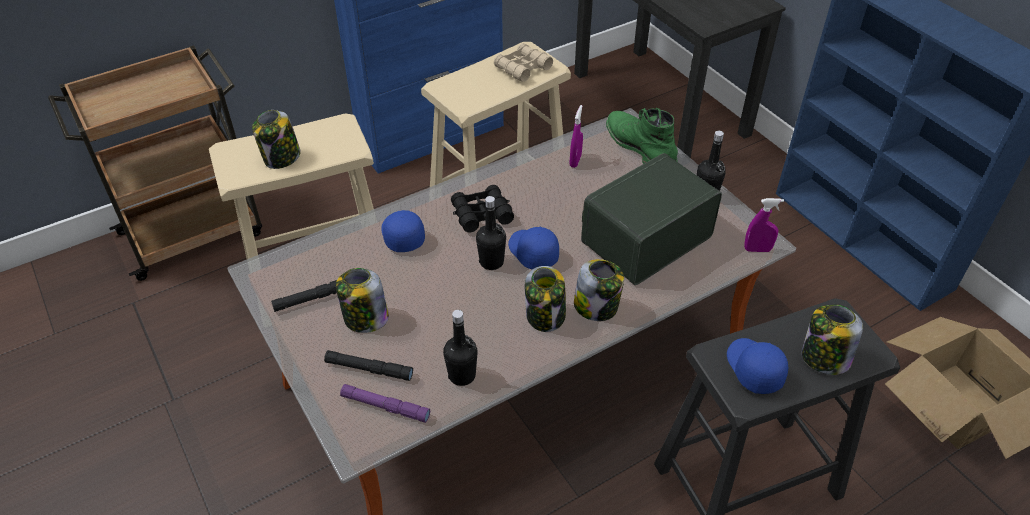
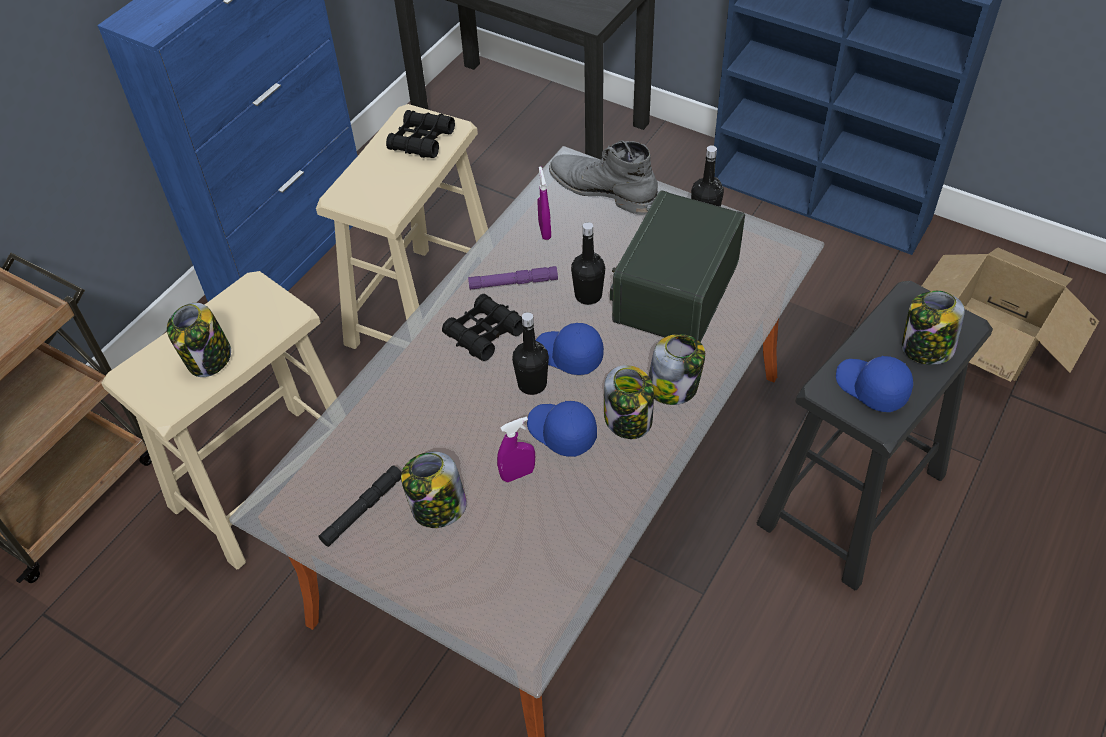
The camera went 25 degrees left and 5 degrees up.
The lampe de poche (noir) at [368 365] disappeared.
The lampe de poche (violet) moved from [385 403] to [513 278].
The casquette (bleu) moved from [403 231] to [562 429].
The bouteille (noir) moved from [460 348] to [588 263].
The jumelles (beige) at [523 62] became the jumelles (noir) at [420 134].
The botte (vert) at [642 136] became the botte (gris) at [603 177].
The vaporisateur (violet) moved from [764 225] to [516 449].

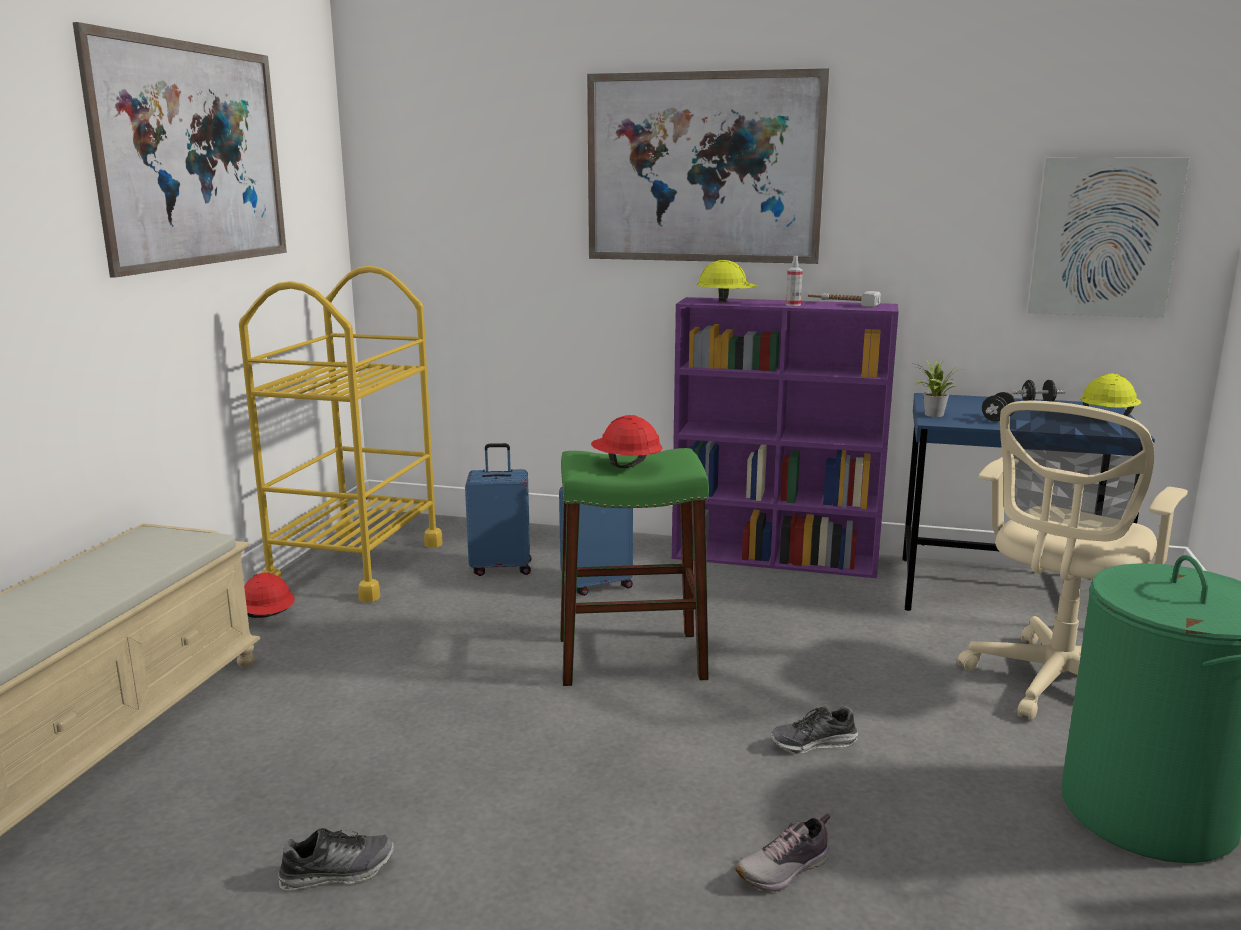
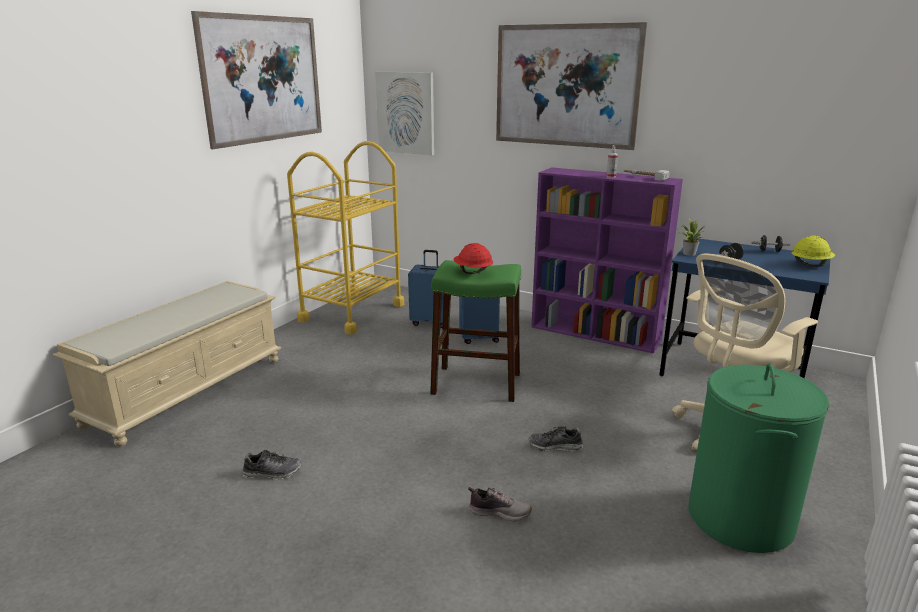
The camera went 15 degrees right and 5 degrees up.
The casque de chantier (rouge) at [269 595] disappeared.
The casque de chantier (jaune) at [727 281] disappeared.
The chaussure at [783 852] turned 150 degrees counterclockwise.
The tableau moved from [1108 238] to [404 113].

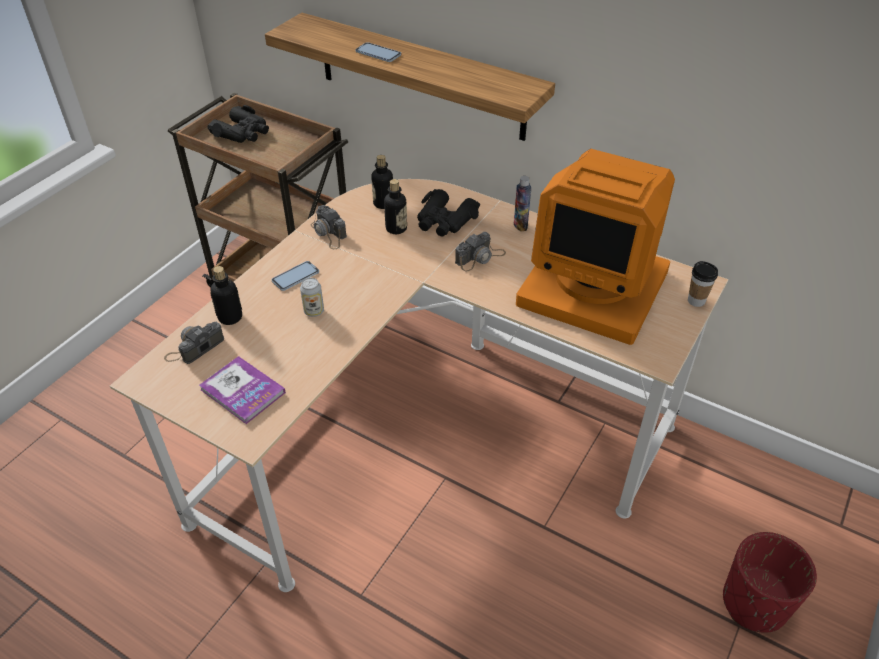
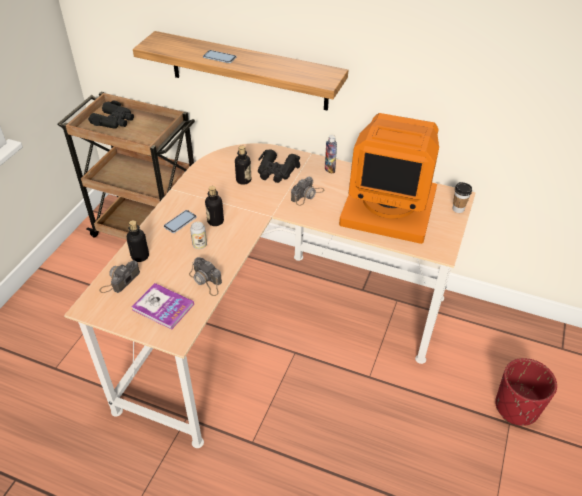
The camera went 10 degrees left and 0 degrees up.
The appareil photo moved from [329 227] to [205 276].
The bouteille moved from [382 182] to [214 206].

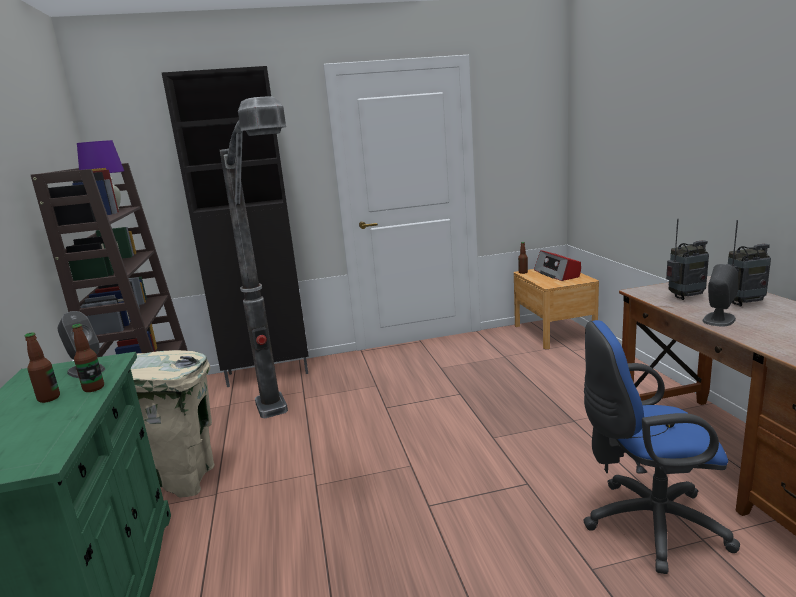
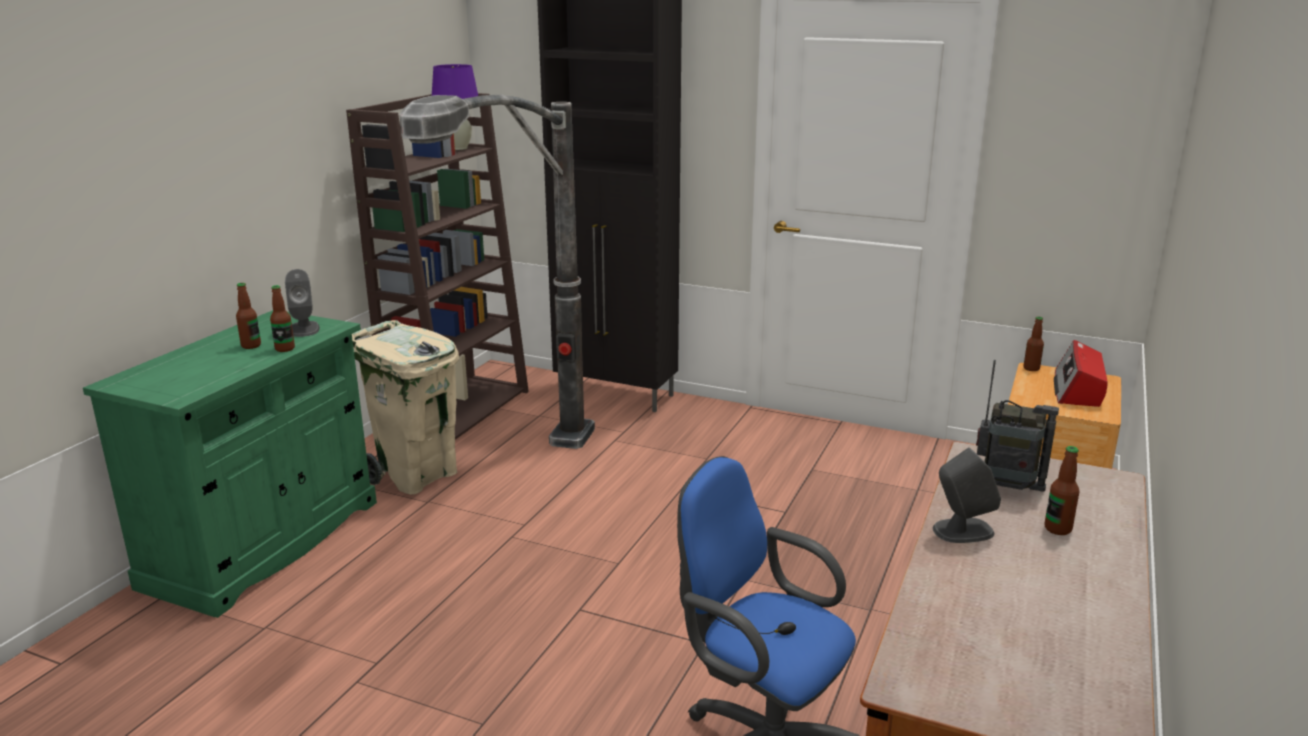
The camera went 35 degrees right and 5 degrees up.
The radio at [749 263] was replaced by the bouteille at [1062 490].

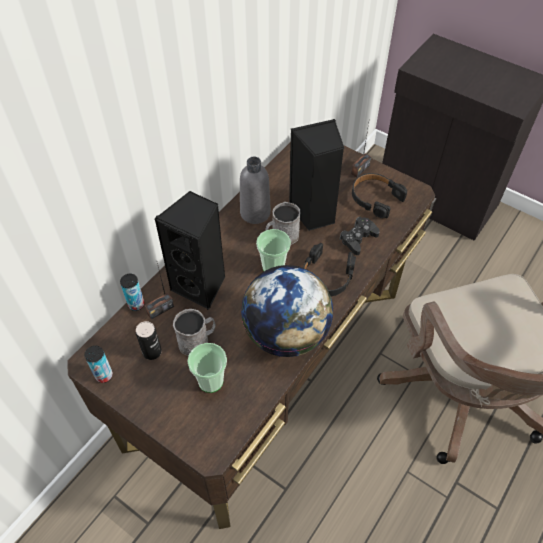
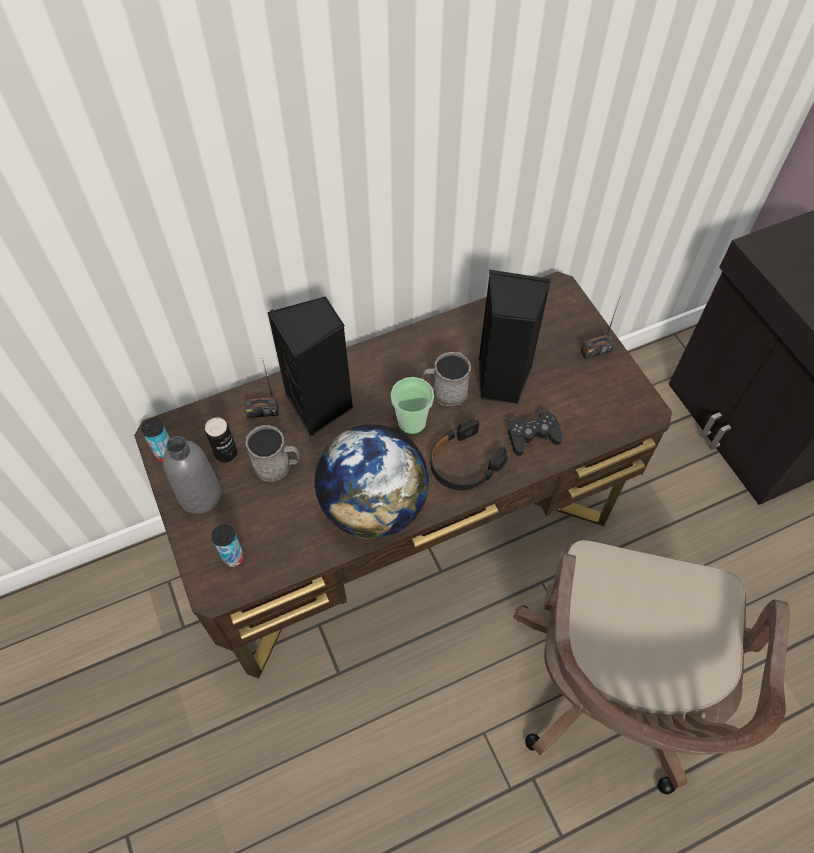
The camera went 30 degrees right and 5 degrees up.
The boîte métallique moved from [132 292] to [228 545].
The tasse at [207 368] disappeared.
The bouteille (gris) moved from [255 190] to [192 475].
The casque audio (noir) at [379 195] disappeared.

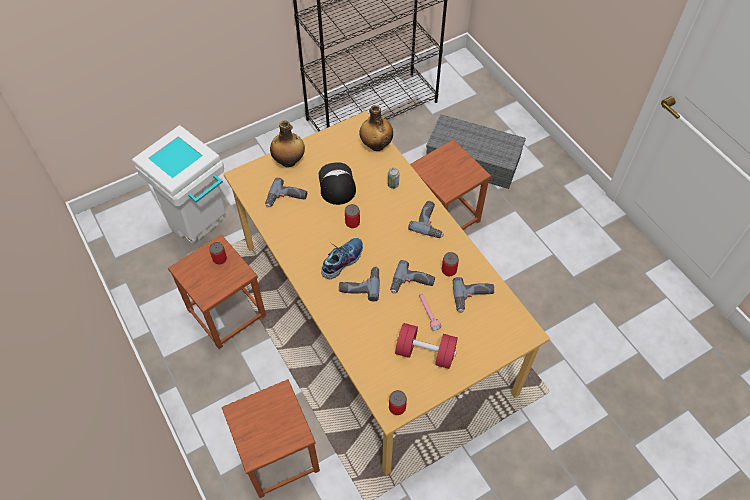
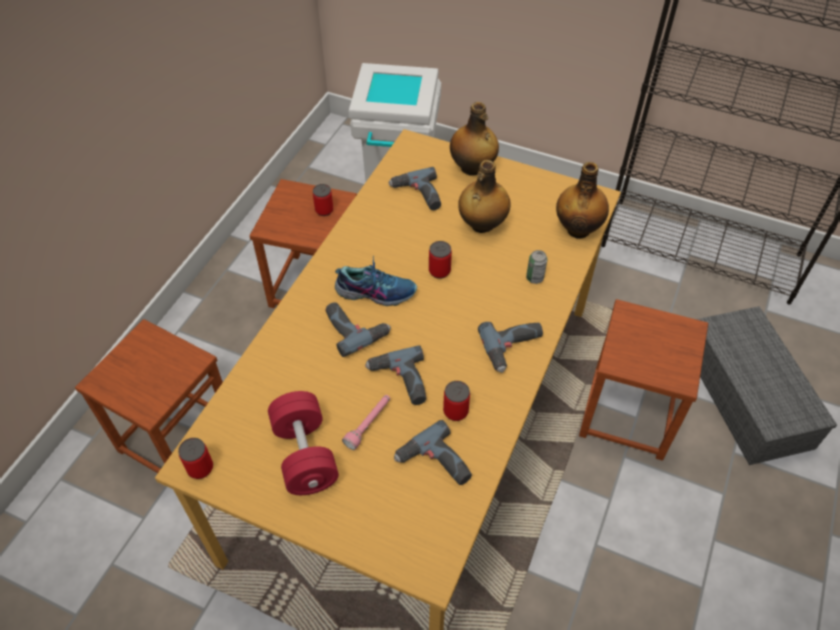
The camera went 55 degrees right and 5 degrees down.
The casquette at [337 183] was replaced by the bouteille at [484 196].

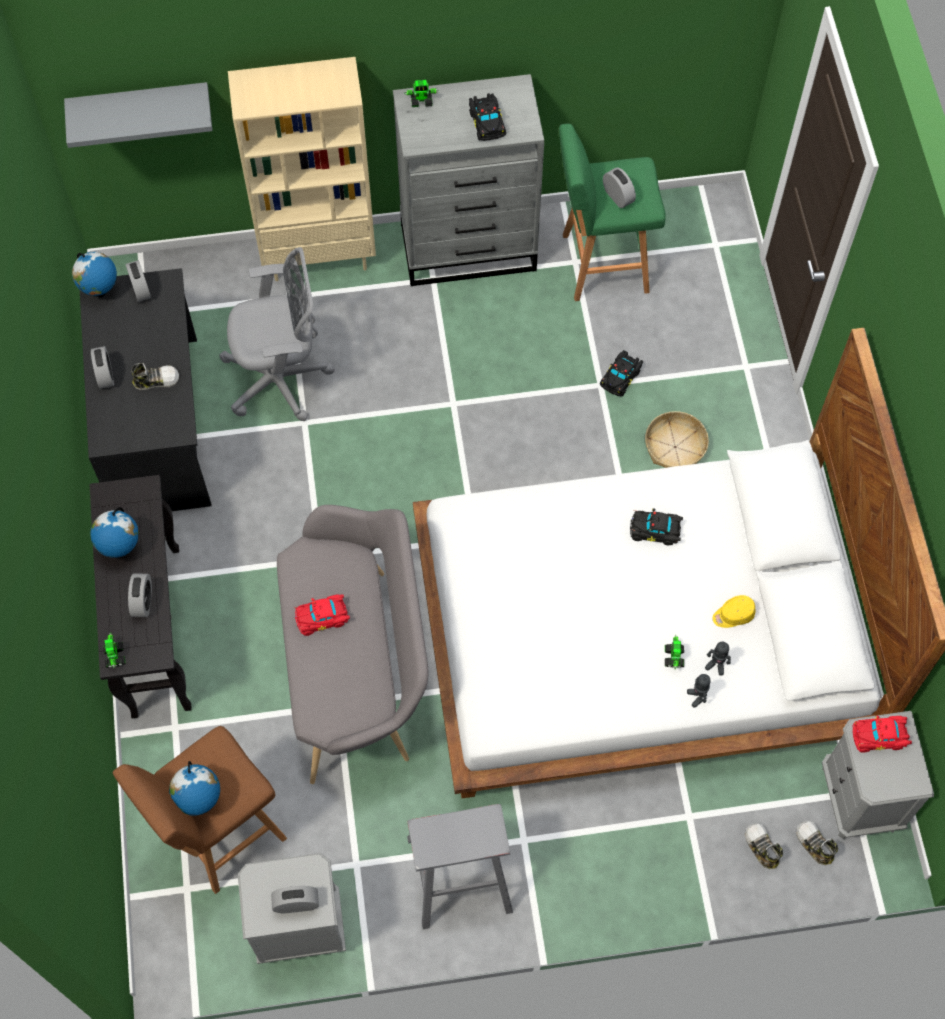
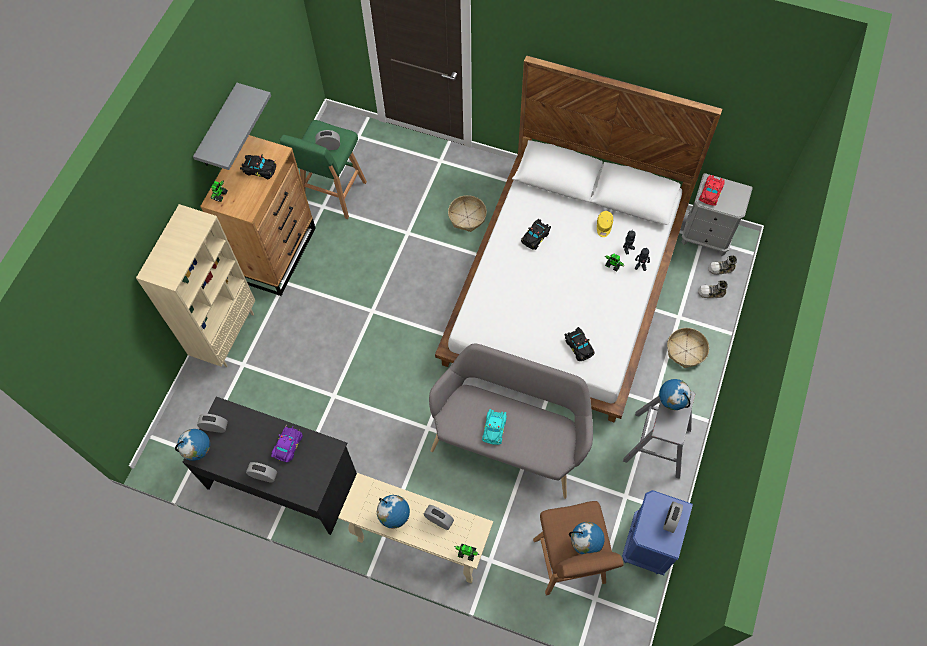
The camera went 60 degrees left and 0 degrees up.
The étagère (gris) moved from [138 115] to [232 126].
The table console (noir) at [141 596] became the table console (beige) at [415 528].
The chaussure at [155 376] was replaced by the petite voiture (violet) at [287 444].
The chaise de bureau (gris) at [277 334] disappeared.
The table de chevet (gris) at [292 908] became the table de chevet (bleu) at [657 533].
The petite voiture (rouge) at [322 615] became the petite voiture (turquoise) at [494 427].
The commode (gris) at [468 180] became the commode (marron) at [258 215].
The petite voiture (noir) moved from [621 373] to [579 344].
The globe at [675 394] appeared.
The panier at [688 348] appeared.

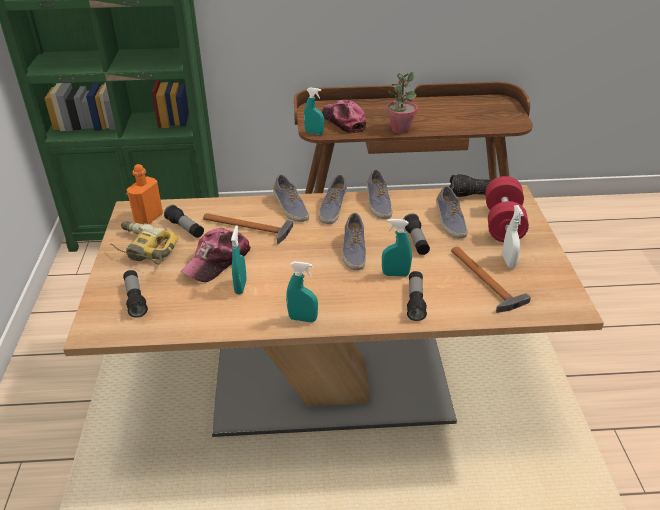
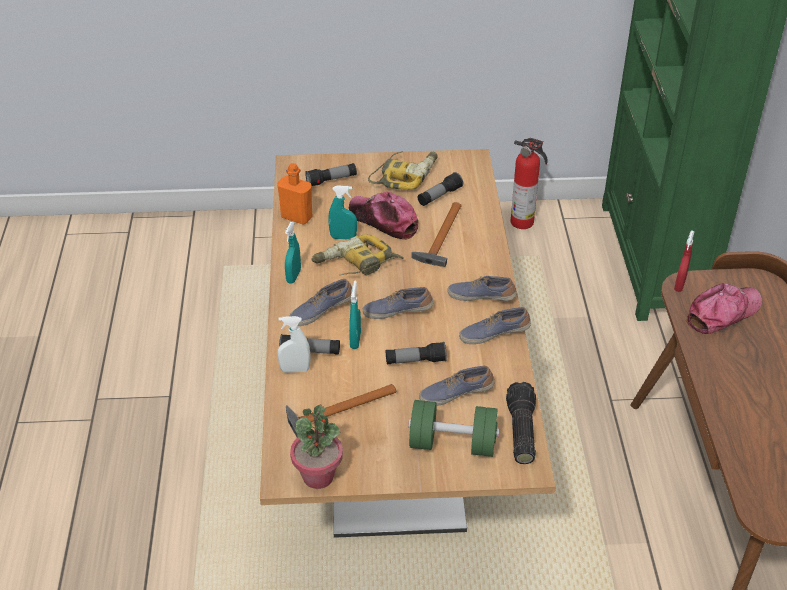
The camera went 90 degrees right and 5 degrees up.
The bouteille (orange) moved from [145 194] to [294 194].
The chaussure moved from [291 198] to [321 302].
The vaporisateur (turquoise) at [314 111] became the vaporisateur (rouge) at [684 261].
The plante en pot moved from [402 103] to [316 446].
The haltère (rouge) at [507 209] became the haltère (vert) at [453 428].
The vaporisateur (blanc) moved from [513 236] to [293 344].
The perceuse at [357 255] appeared.
The extincteur at [529 183] appeared.

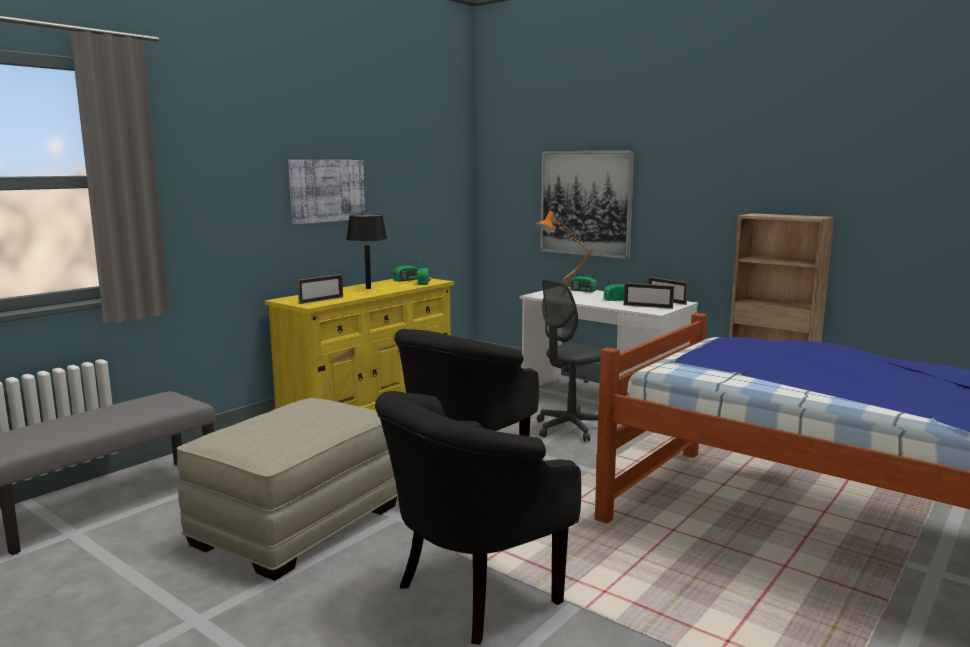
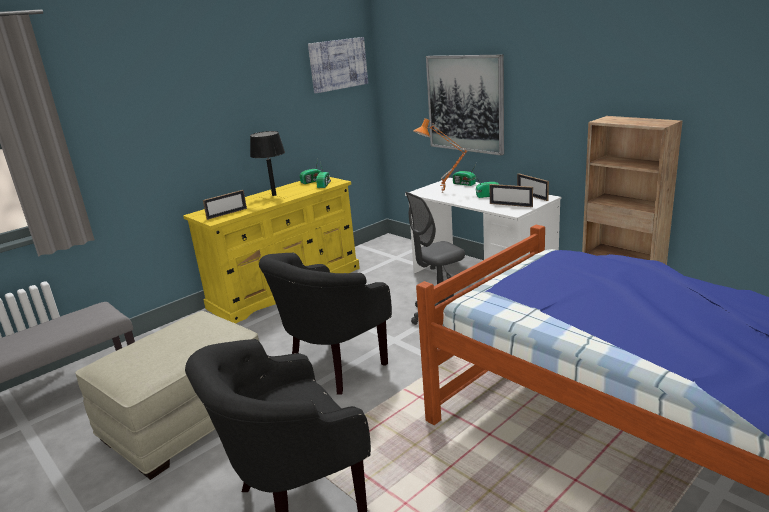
The camera went 10 degrees right and 10 degrees up.
The tableau moved from [326 192] to [338 65].

